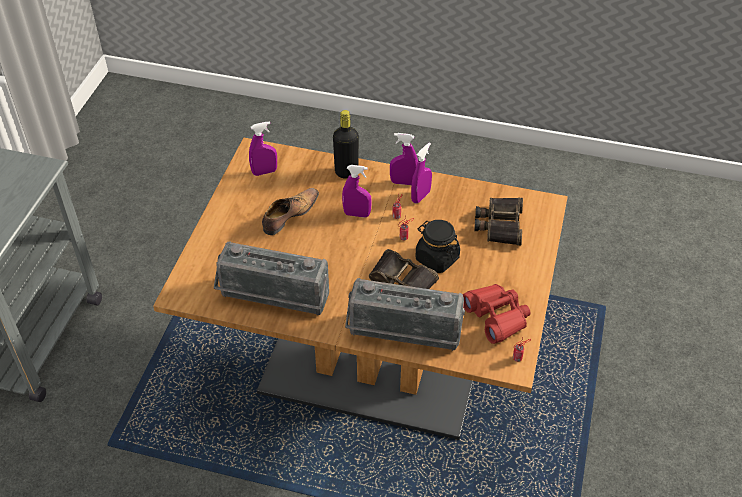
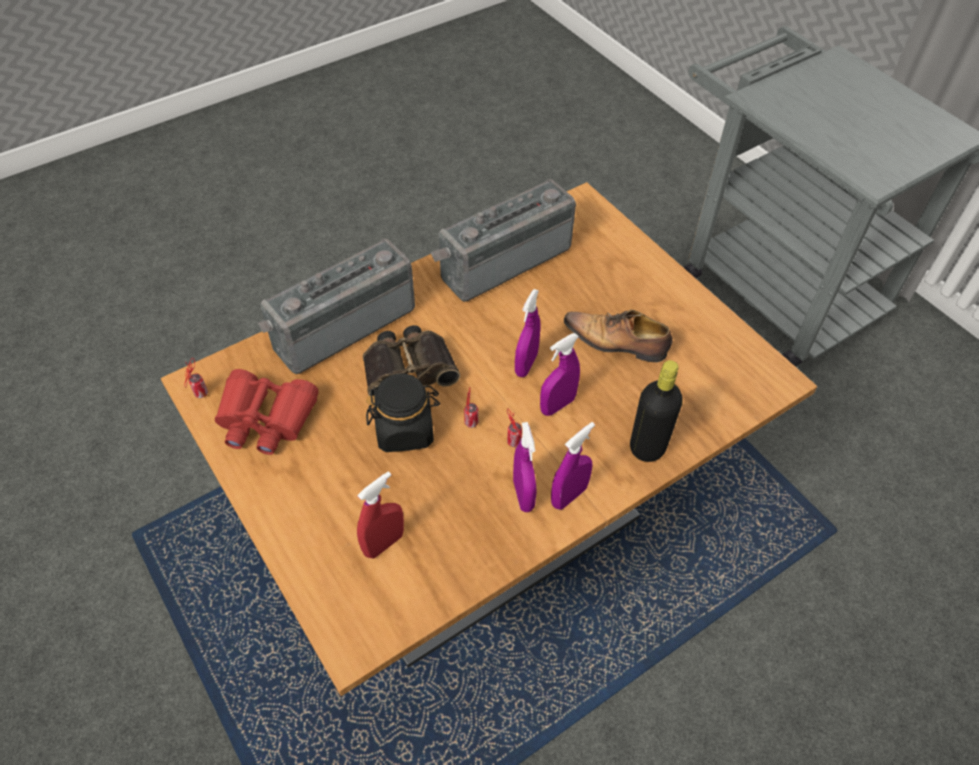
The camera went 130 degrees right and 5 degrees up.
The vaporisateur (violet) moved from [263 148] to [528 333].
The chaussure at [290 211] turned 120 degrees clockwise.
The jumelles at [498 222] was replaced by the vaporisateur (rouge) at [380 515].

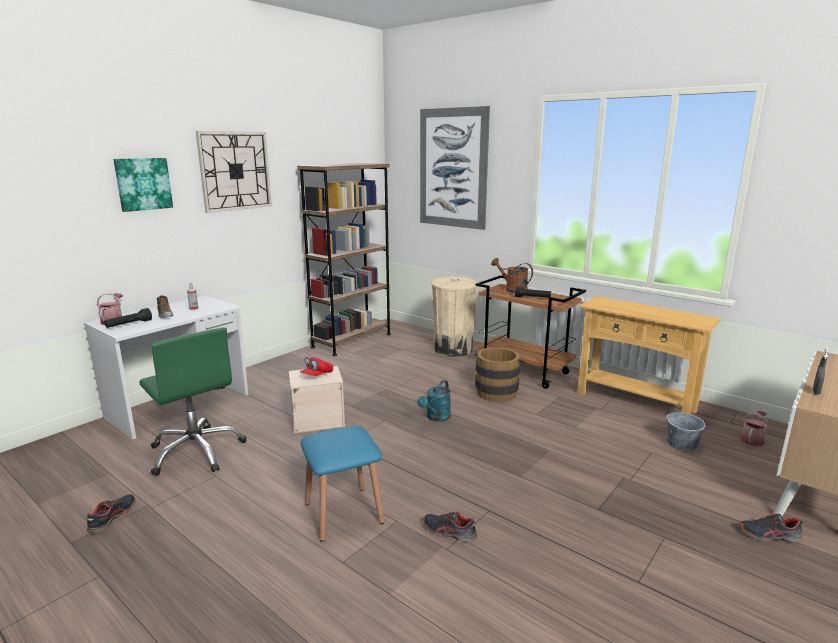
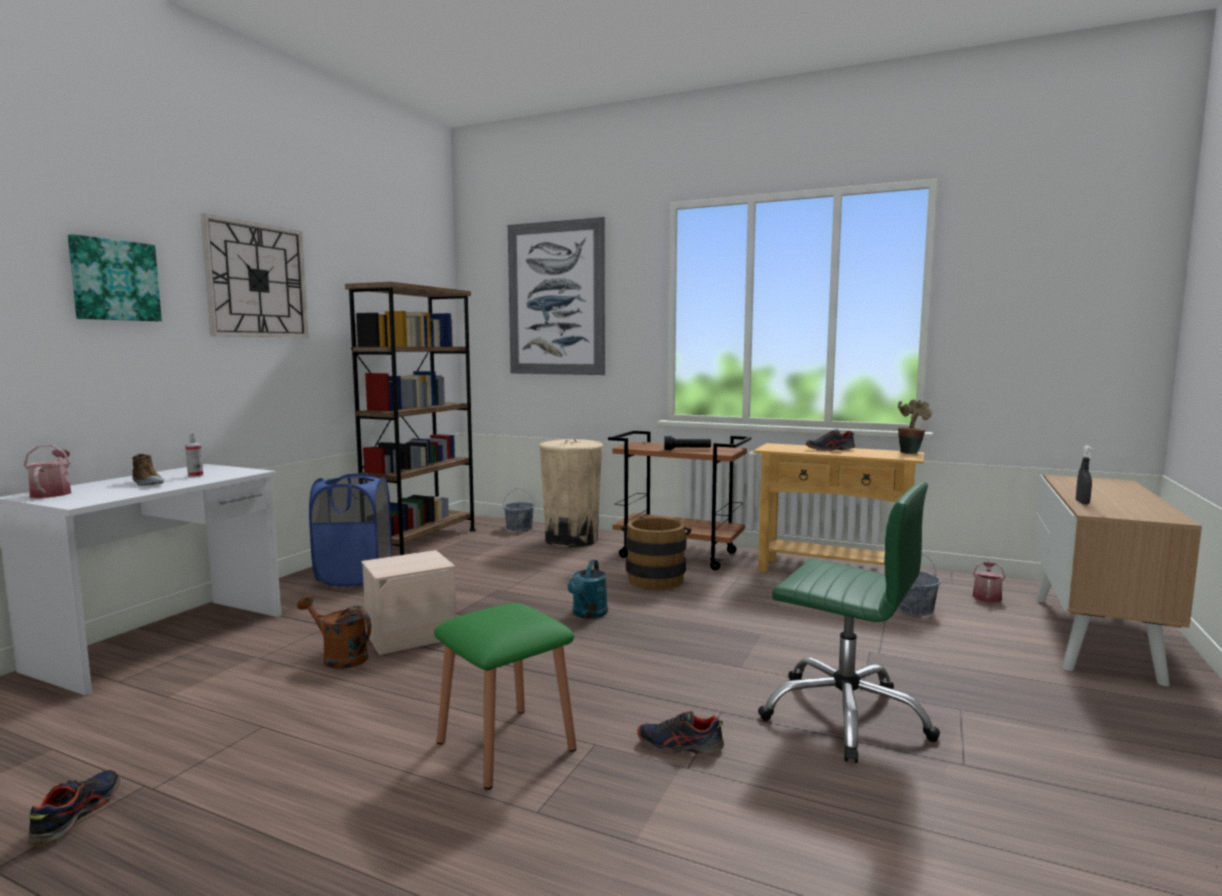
The camera went 15 degrees left and 10 degrees down.
The lampe de poche (noir) at [128 318] disappeared.
The chaise de bureau (vert) moved from [193 401] to [849 622].
The casquette (rouge) at [316 366] disappeared.
The tabouret (bleu) at [342 484] became the tabouret (vert) at [505 696].
The arrosoir (marron) moved from [512 275] to [334 631].
The chaussure moved from [771 527] to [830 440].
The panier à linge (bleu) at [350 529] appeared.
The seau (gris) at [519 510] appeared.
The plante en pot at [915 426] appeared.

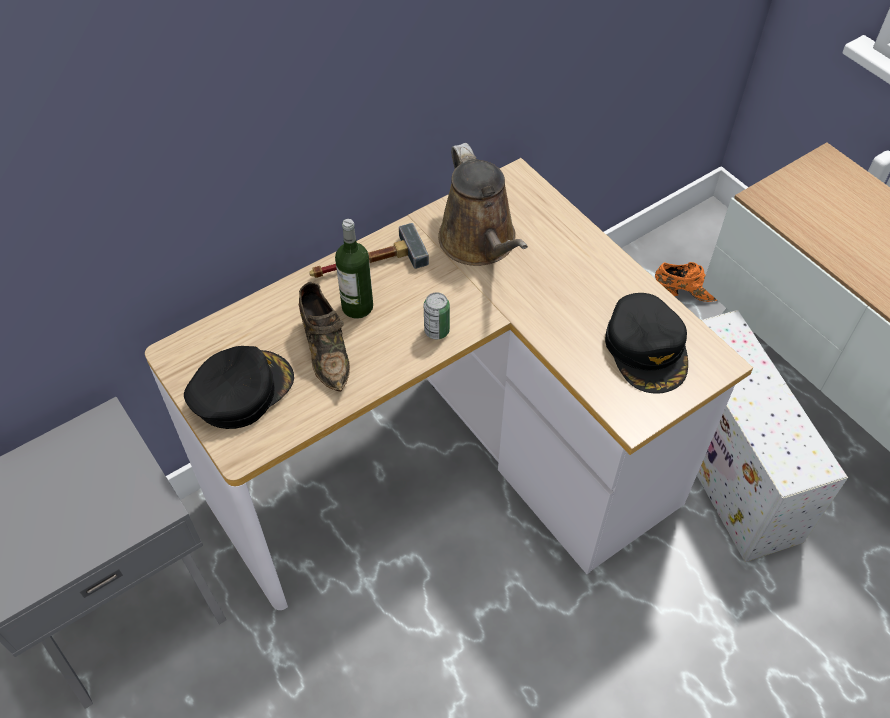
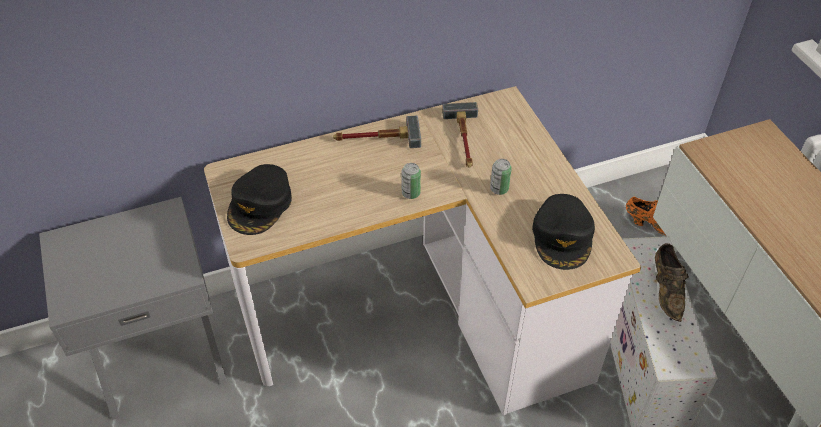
The camera went 15 degrees right and 5 degrees down.
The casquette (noir) at [239 387] turned 135 degrees clockwise.
The chaussure (marron) moved from [324 337] to [672 282].
The bouteille at [354 269] disappeared.
The arrosoir (marron) at [483 204] was replaced by the marteau at [460 135].
The boîte métallique at [501 177] appeared.

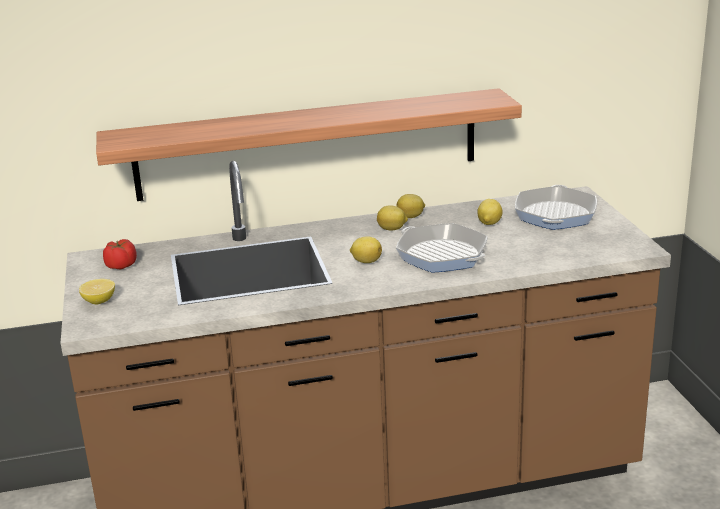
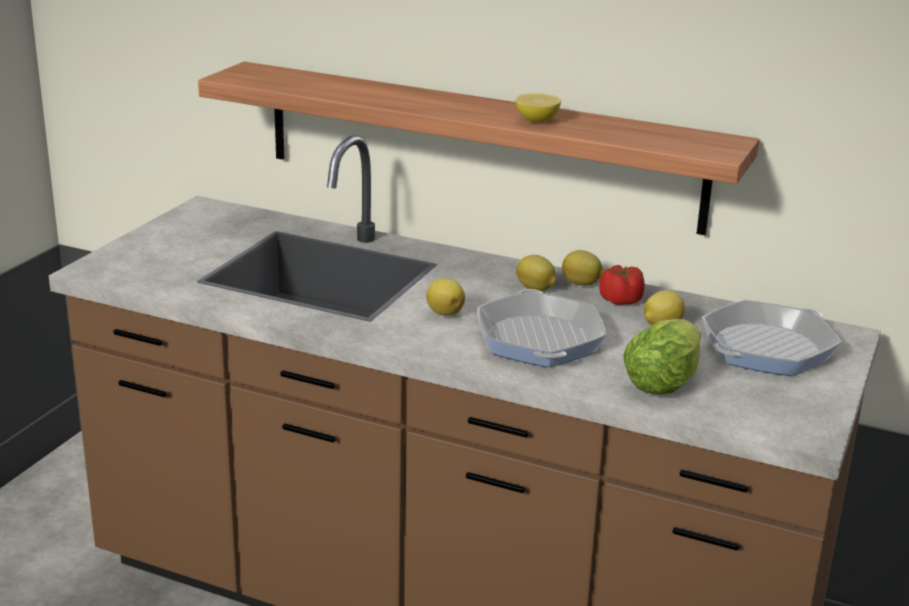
The camera went 35 degrees right and 0 degrees up.
The citron moved from [97 291] to [538 107].
The tomate moved from [120 254] to [622 285].
The laitue at [662 356] appeared.

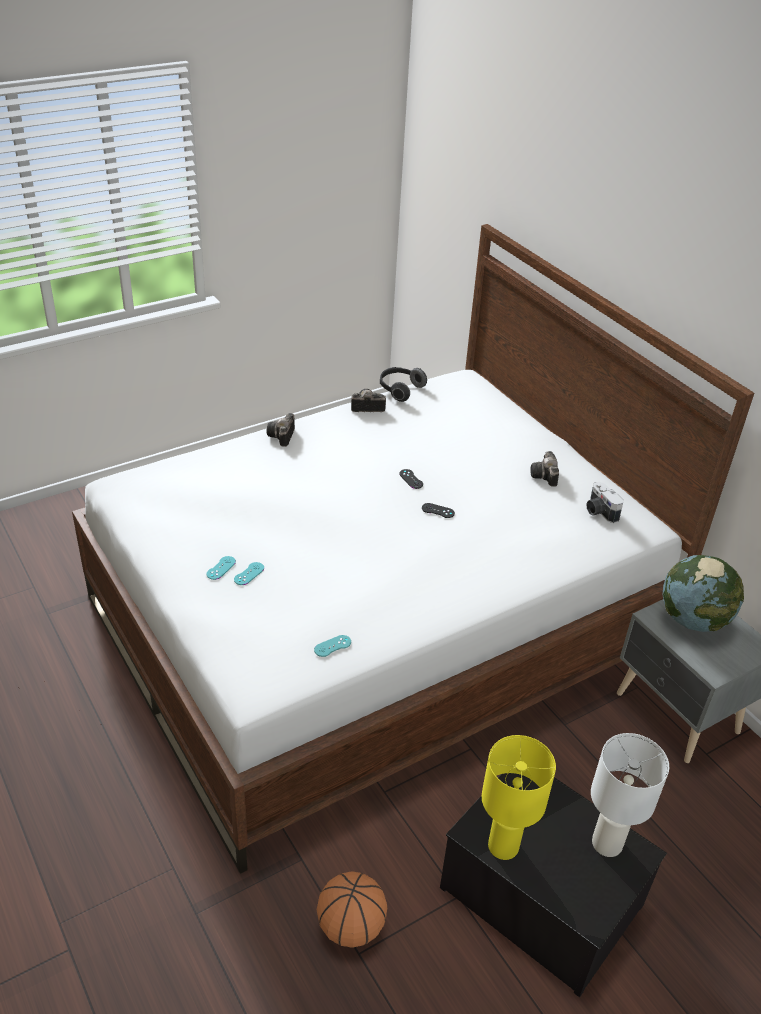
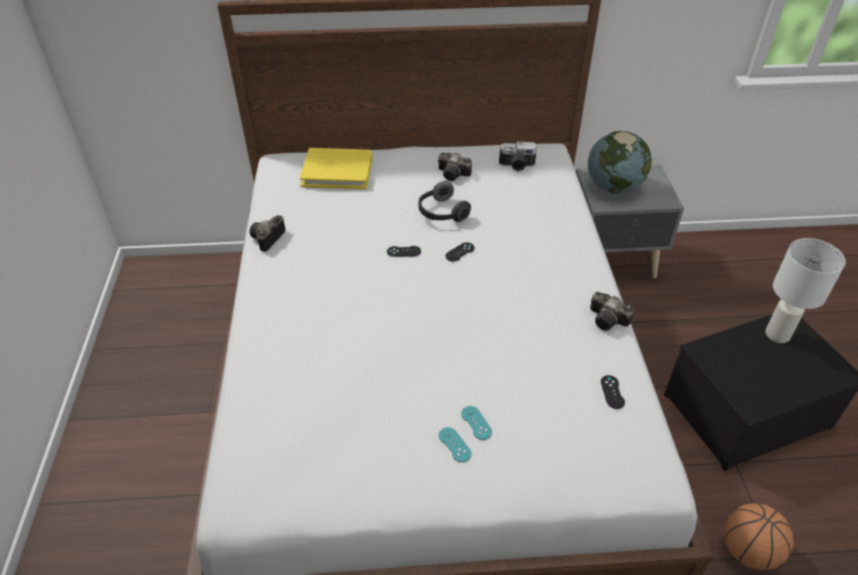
The camera went 60 degrees left and 5 degrees up.
The appareil photo moved from [281 430] to [612 311].
The manette (turquoise) at [332 646] became the manette (noir) at [613 392].
The casque audio moved from [403 384] to [444 201].
The lampe de table (jaune) at [519 797] disappeared.
The livre (jaune) at [336 168] appeared.

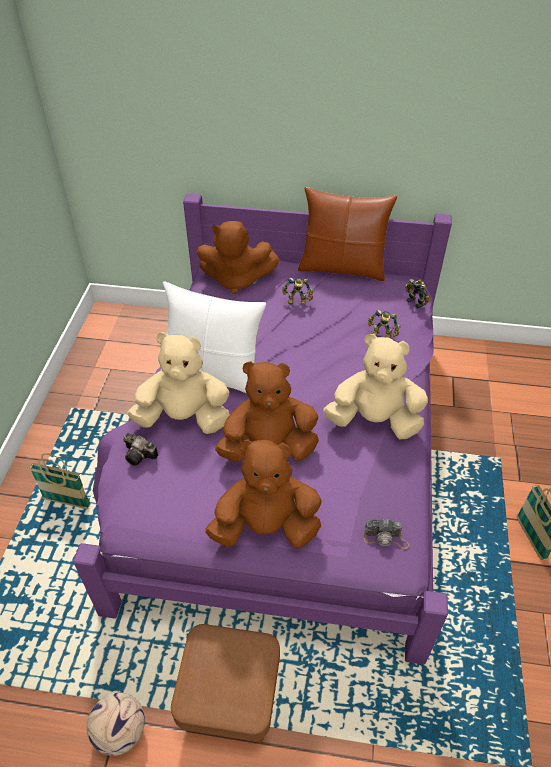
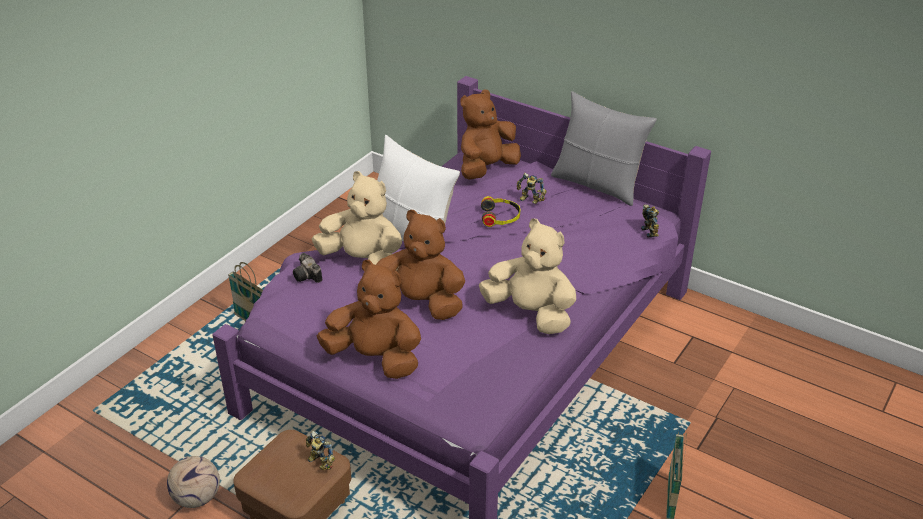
The camera went 25 degrees right and 10 degrees down.
The peluche (marron) at [238 257] turned 105 degrees clockwise.
The coussin (marron) at [347 234] became the coussin (gris) at [604 148].
The appareil photo at [386 534] disappeared.
The robot jouet moved from [384 324] to [320 450].
The casque audio at [501 211] appeared.

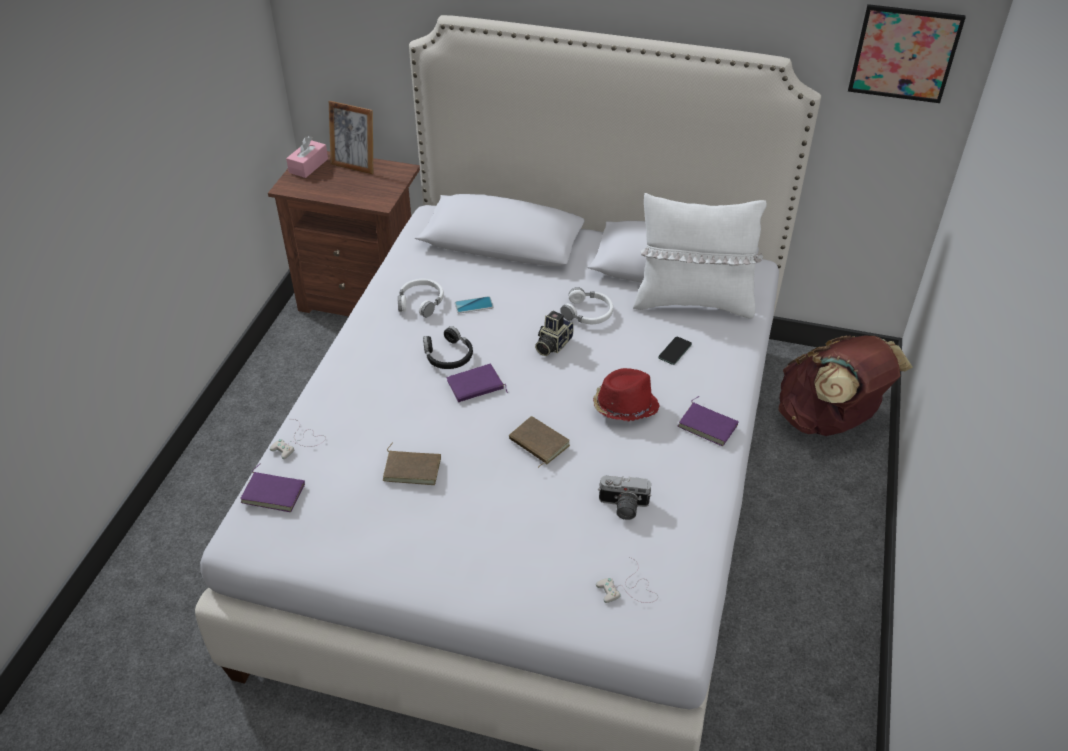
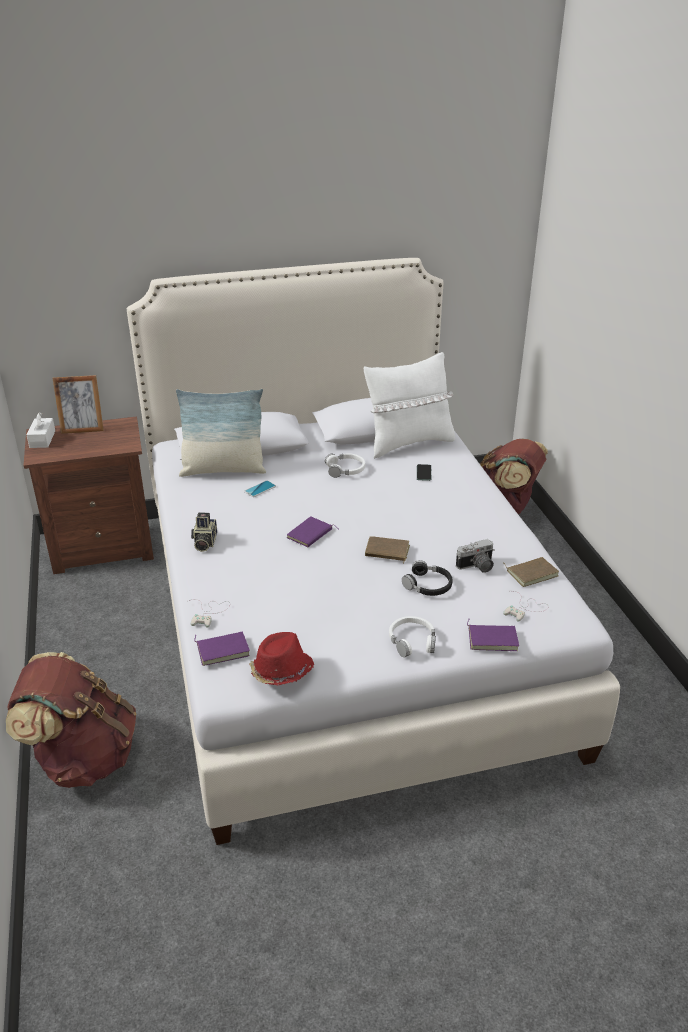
The camera went 30 degrees left and 10 degrees down.
The boîte à mouchoirs (rose) at [307 157] became the boîte à mouchoirs (blanc) at [41 430].
The livre (marron) moved from [411 463] to [531 572].
The casque audio (blanc) moved from [421 298] to [412 637].
The casque audio (noir) moved from [448 347] to [427 578].
The appareil photo moved from [554 333] to [204 532].
The chapeau (rouge) moved from [626 394] to [281 658].
The livre (violet) moved from [708 421] to [493 634].
The tableau at [907 53] disappeared.
The sac à dos (marron) at [71 720] appeared.
The coussin at [221 433] appeared.

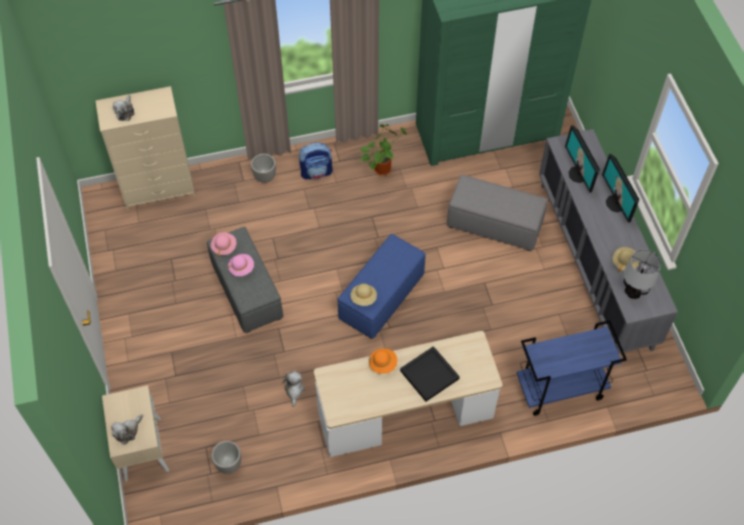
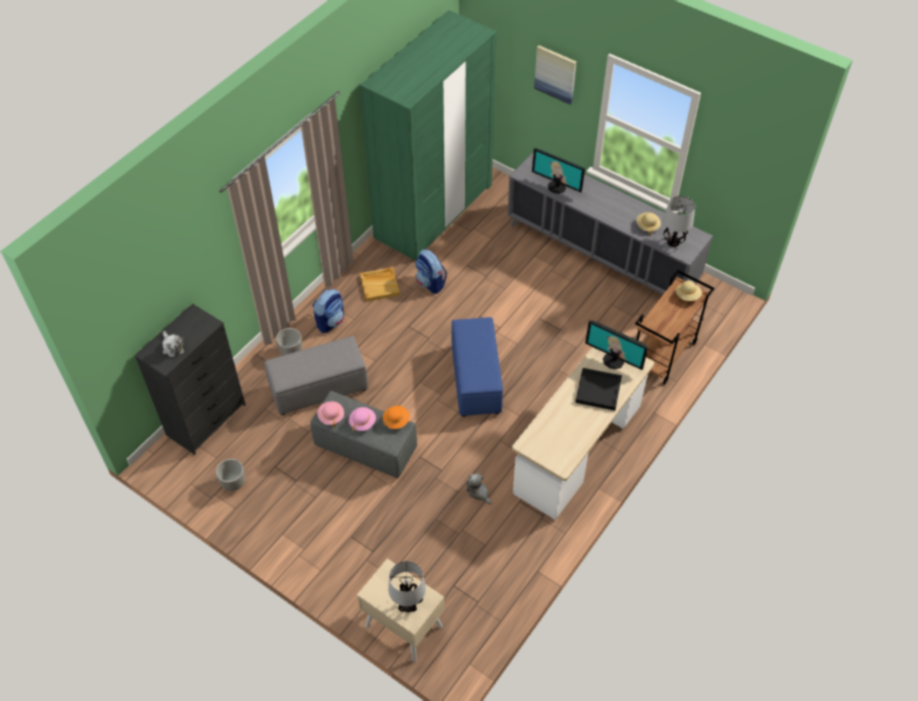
The camera went 40 degrees left and 5 degrees down.
The commode (beige) at [145 148] became the commode (noir) at [190 379].
The peluche at [127 429] was replaced by the lampe de table at [407 586].
The cache-pot moved from [226 457] to [230 475].
The chapeau (beige) moved from [364 295] to [689 291].
The plante en pot at [383 150] was replaced by the plateau (beige) at [380 284].
The chapeau (orange) moved from [383 361] to [396 417].
The pouf (gris) moved from [497 213] to [316 375].
The chariot (bleu) at [572 368] became the chariot (marron) at [674 327].
The écran d'ordinateur moved from [620 188] to [616 345].
The sac à dos at [431 272] appeared.
The tableau at [555 75] appeared.

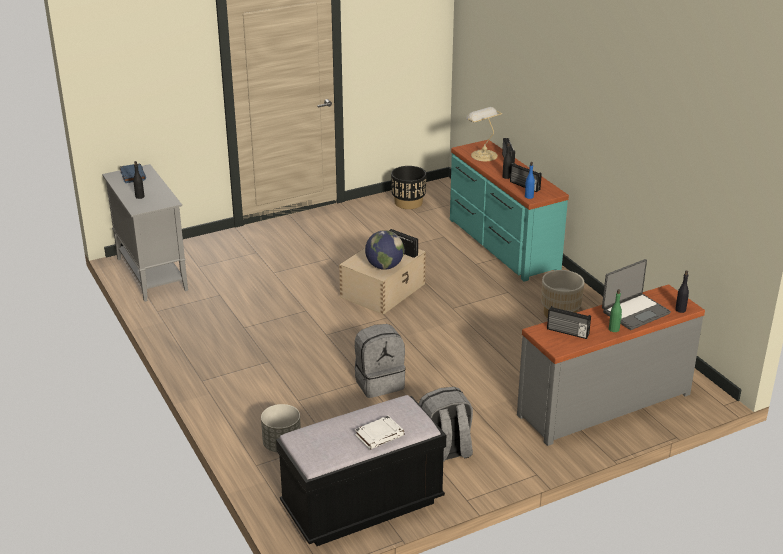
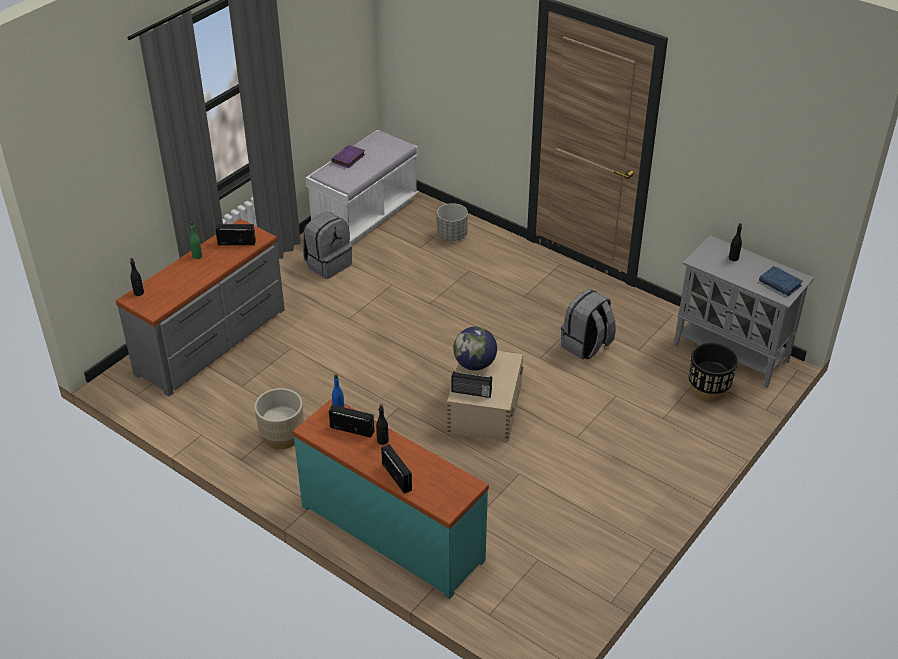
The camera went 155 degrees right and 10 degrees up.
The banc (noir) at [361 470] became the banc (blanc) at [362 187].
The sac à dos (gris) moved from [380 361] to [588 324].
The livre (blanc) at [380 433] became the livre (violet) at [348 156].
The cache-pot (noir) moved from [409 187] to [713 372].
The lampe de table at [484 134] disappeared.
The ordinateur portable at [636 294] disappeared.

